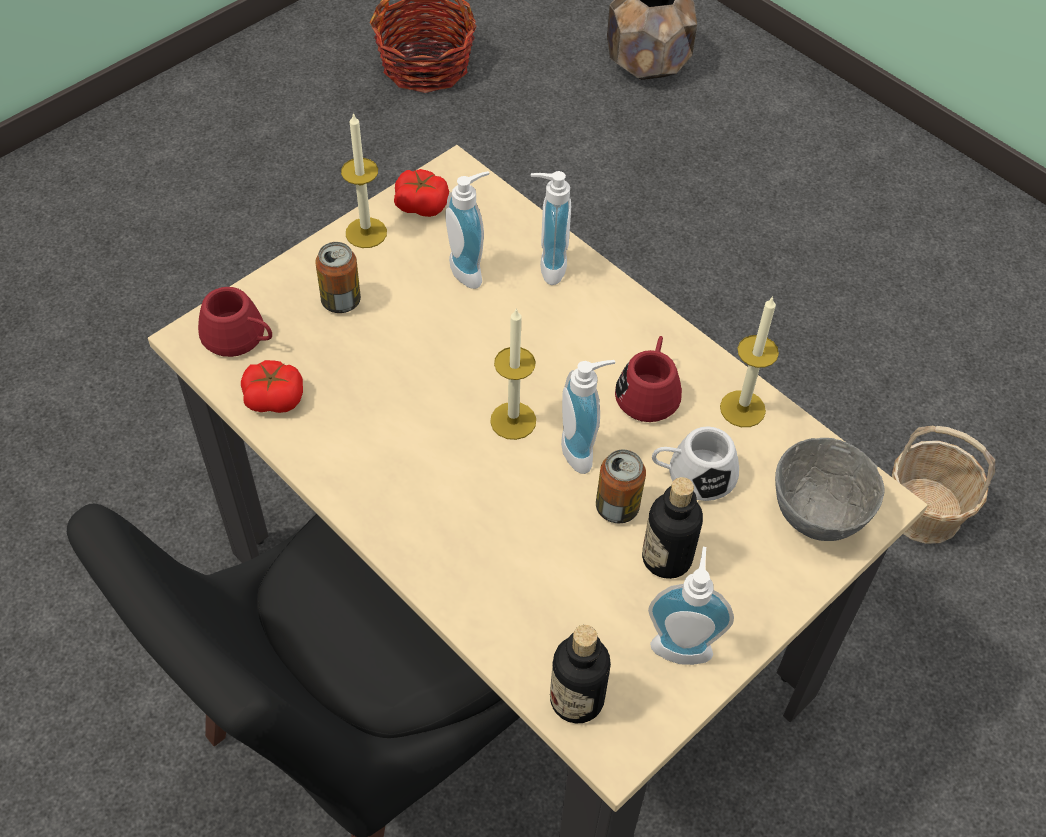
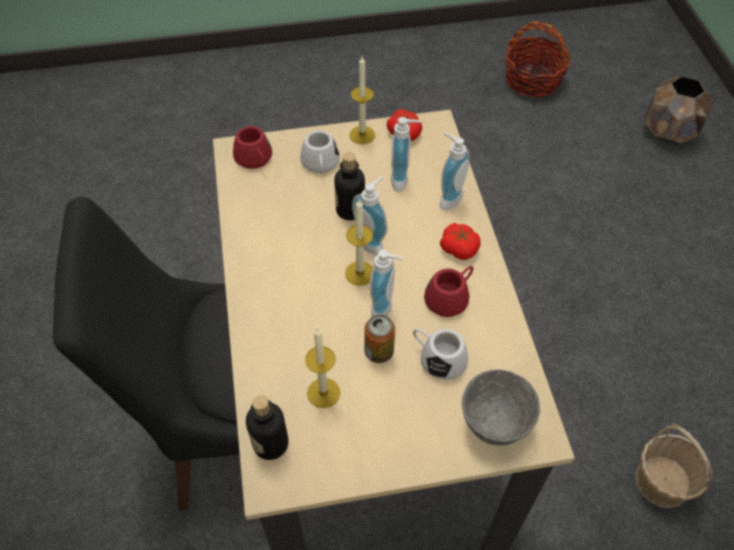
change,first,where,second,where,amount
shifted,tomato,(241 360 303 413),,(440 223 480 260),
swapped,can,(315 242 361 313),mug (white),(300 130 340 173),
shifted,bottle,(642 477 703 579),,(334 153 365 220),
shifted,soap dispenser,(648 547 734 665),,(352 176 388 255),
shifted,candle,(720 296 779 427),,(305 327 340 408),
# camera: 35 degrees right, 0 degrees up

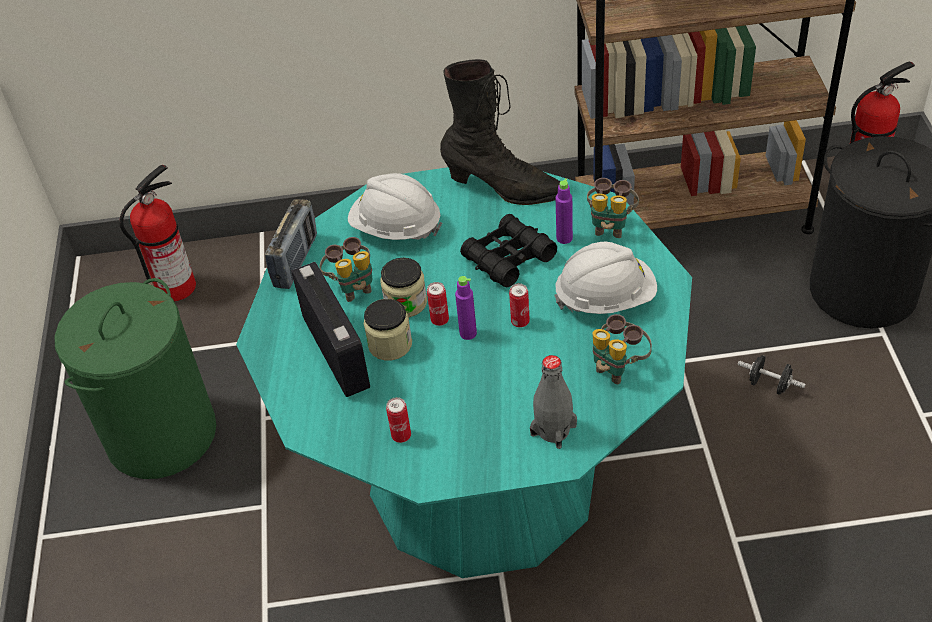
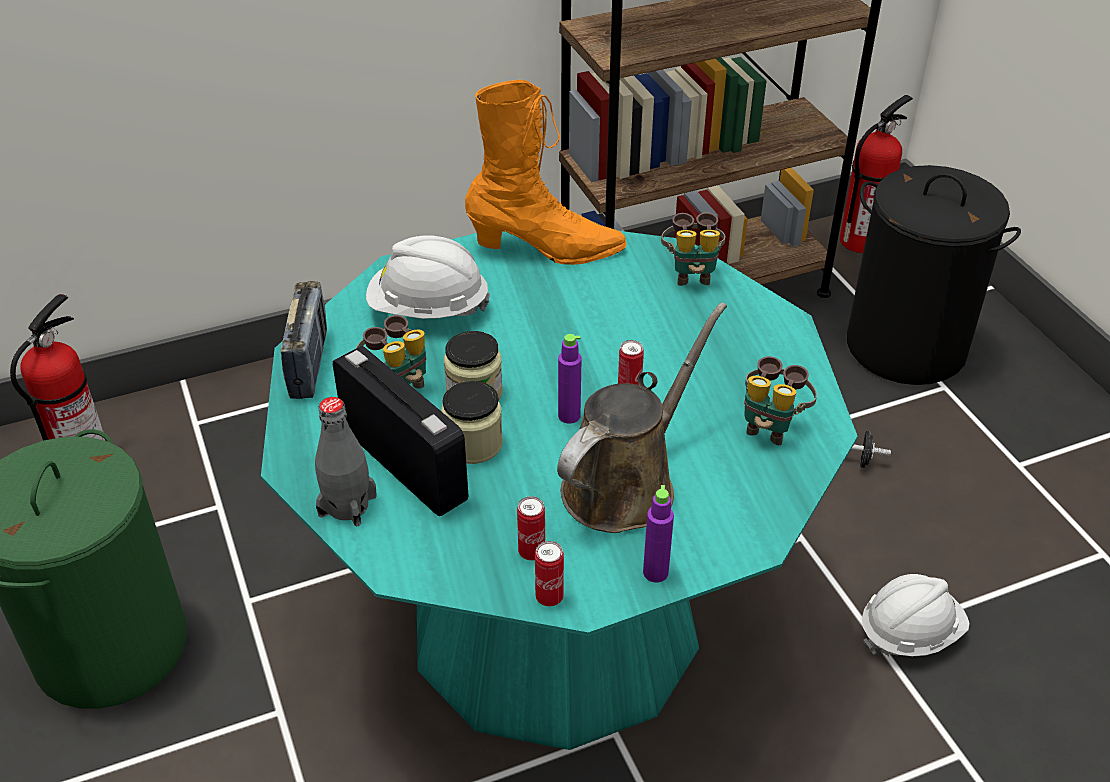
change,first,where,second,where,amount
shifted,can,(427 282 449 326),,(535 541 564 607),
repainted,boot (black),(440 59 560 205),boot (orange),(465 80 627 265),
gone,binoculars (black),(460 214 557 287),,,
shifted,bottle (grey),(530 355 577 449),,(315 397 377 526),
shifted,hard hat (white),(554 242 657 314),,(862 574 970 656),
shifted,bottle (purple),(556 178 573 244),,(643 485 674 583),
new,,,watering can (brown),(557 303 727 533),
# camera: 20 degrees left, 5 degrees down

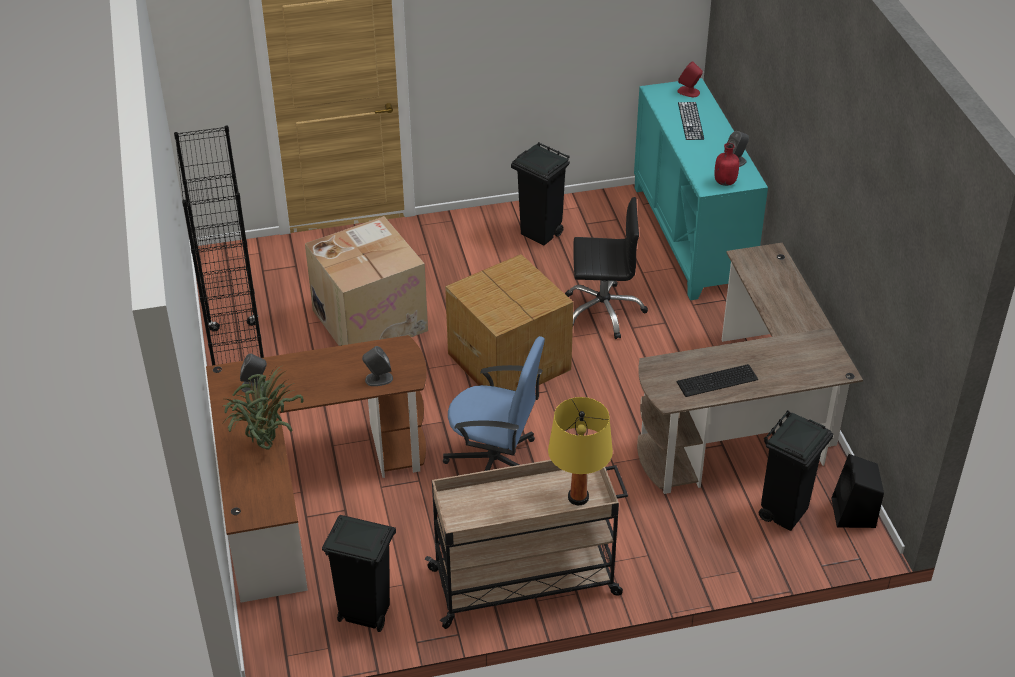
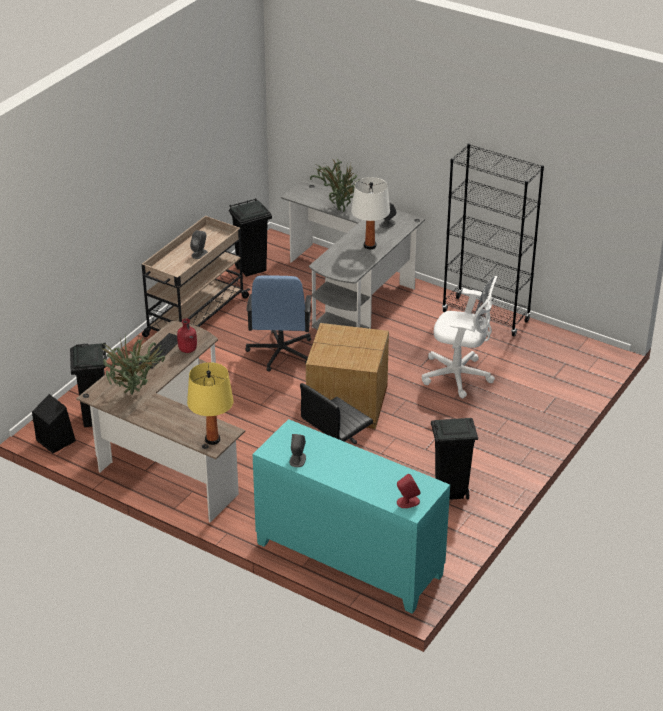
change,first,where,second,where,amount
repainted,desk (brown),(206 335 427 602),desk (grey),(281 180 425 330),
swapped,cardboard box,(305 216 428 346),office chair (white),(422 276 497 398),
shifted,speaker (grey),(362 346 393 386),,(190 230 208 259),
rotated,office chair (blue),(442 336 545 471),,(246 275 312 372),60 degrees counterclockwise
shifted,table lamp (yellow),(548 397 613 505),,(187 362 234 445),
gone,keyboard,(678 102 704 140),,,
shifted,bottle (red),(715 143 739 186),,(177 319 197 353),
new,,,potted plant,(99 334 165 395),
new,,,table lamp (white),(351 177 390 249),
# camera: 135 degrees right, 5 degrees down

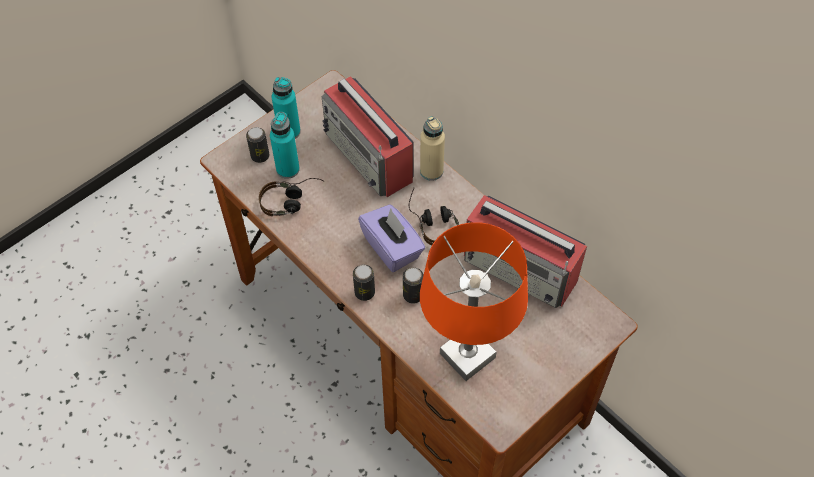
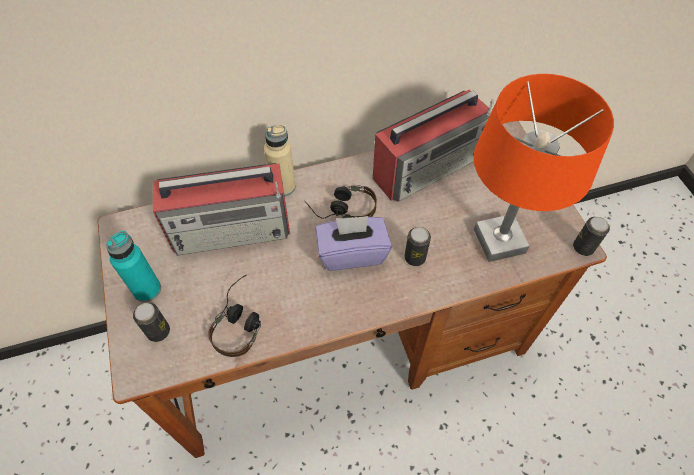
change,first,where,second,where,amount
gone,bottle (turquoise),(270 112 300 179),,,
shifted,can,(353 265 375 301),,(573 217 610 256),
# camera: 65 degrees left, 0 degrees up

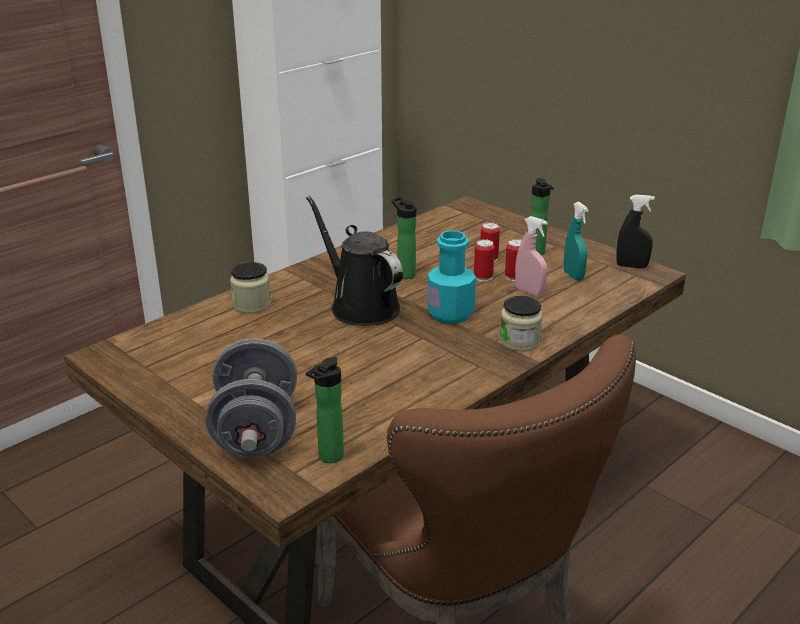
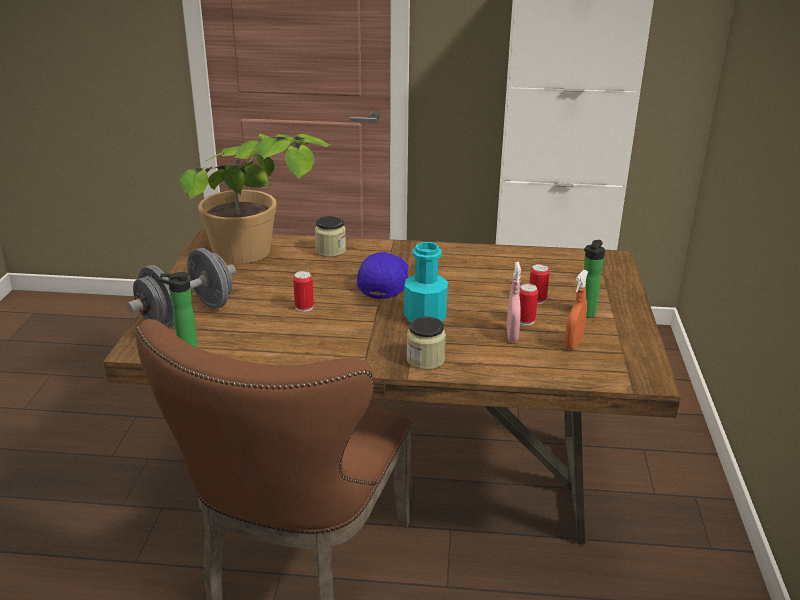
change,first,where,second,where,amount
swapped,watering can (black),(306 196 403 326),cap (blue),(357 252 409 299),
gone,bottle,(392 197 416 279),,,
shifted,can,(474 239 495 282),,(293 271 314 312),
repainted,spray bottle (turquoise),(564 202 589 281),spray bottle (orange),(565 270 588 350),
gone,spray bottle (black),(616 195 655 268),,,
new,,,potted plant,(180 134 331 264),
# camera: 50 degrees right, 0 degrees up

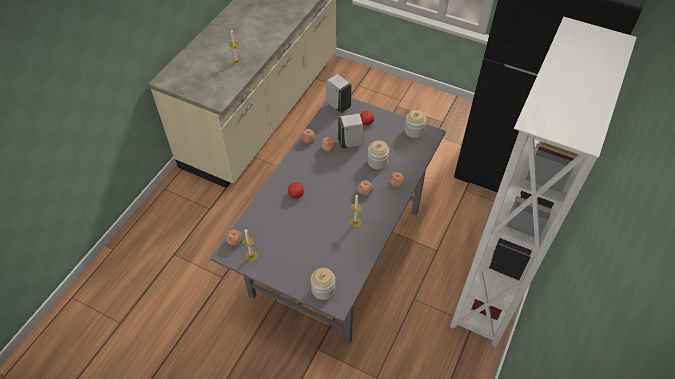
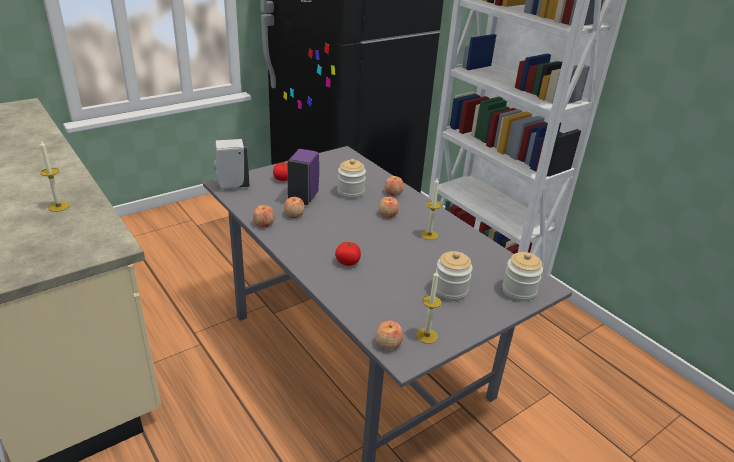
change,first,where,second,where,amount
repainted,soap dispenser (white),(338 113 364 149),soap dispenser (purple),(287 149 319 205),
shifted,jar,(405 110 426 138),,(436 251 473 301),
# camera: 65 degrees left, 20 degrees down

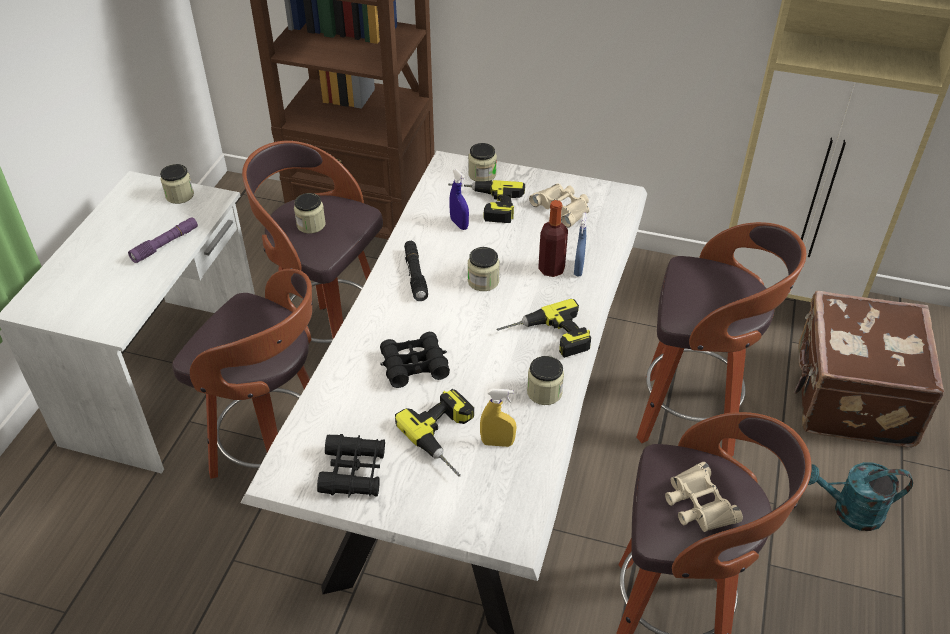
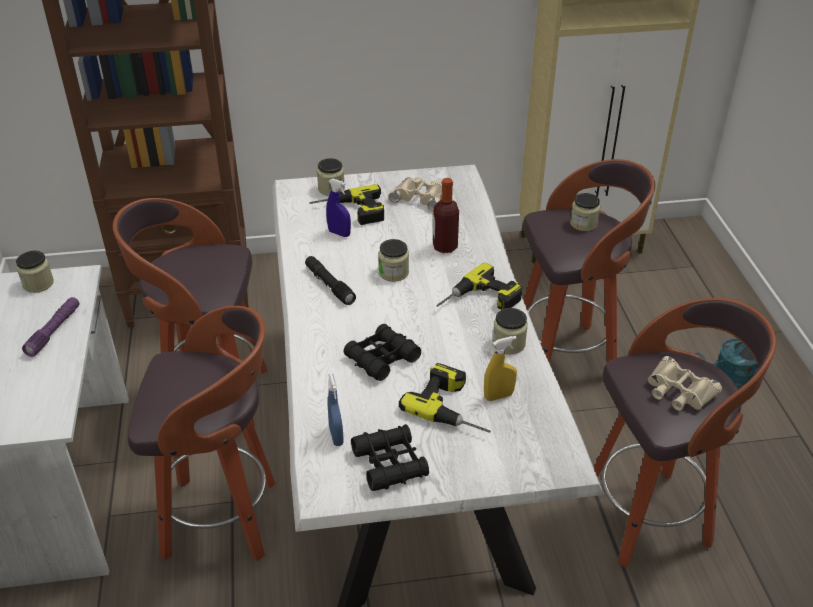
change,first,where,second,where,amount
shifted,jar,(294 193 326 234),,(570 193 600 231),
shifted,spray bottle (blue),(574 213 587 276),,(327 373 344 446),
gone,suitcase (brown),(794 291 944 448),,,
# camera: 25 degrees left, 5 degrees down

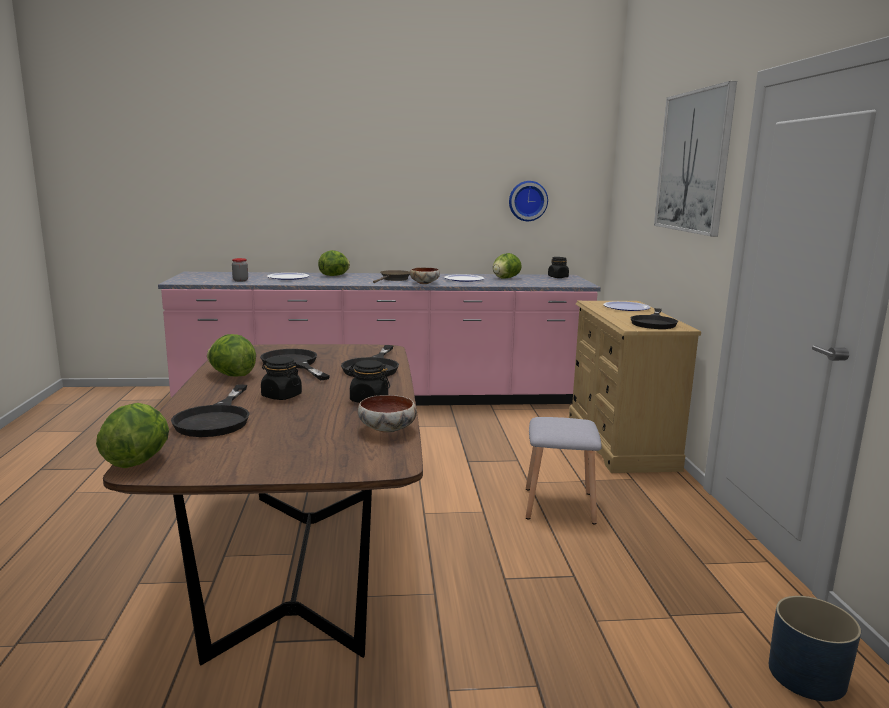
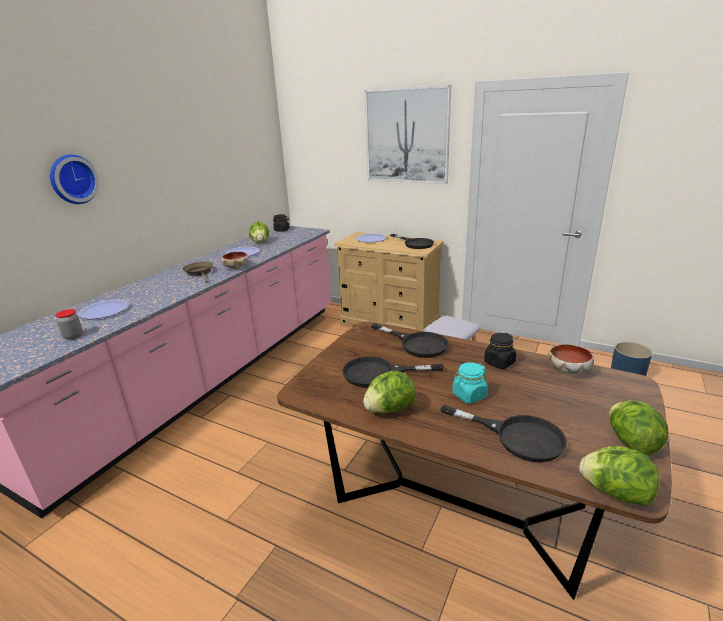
change,first,where,second,where,amount
repainted,jar (black),(261 357 302 400),jar (turquoise),(452 362 488 404),
shifted,lettuce,(318 250 350 276),,(609 400 668 456),
shifted,wall clock,(509 181 548 221),,(50 154 99 204),
# camera: 55 degrees left, 10 degrees up

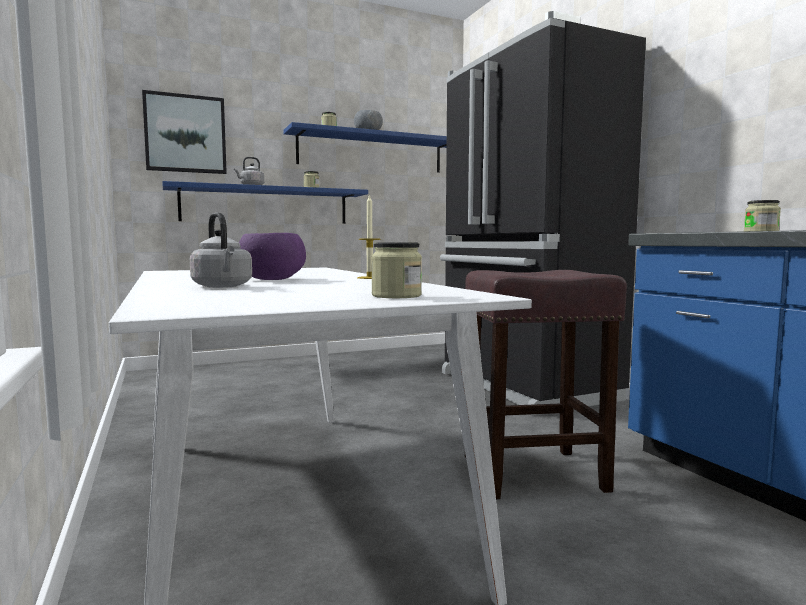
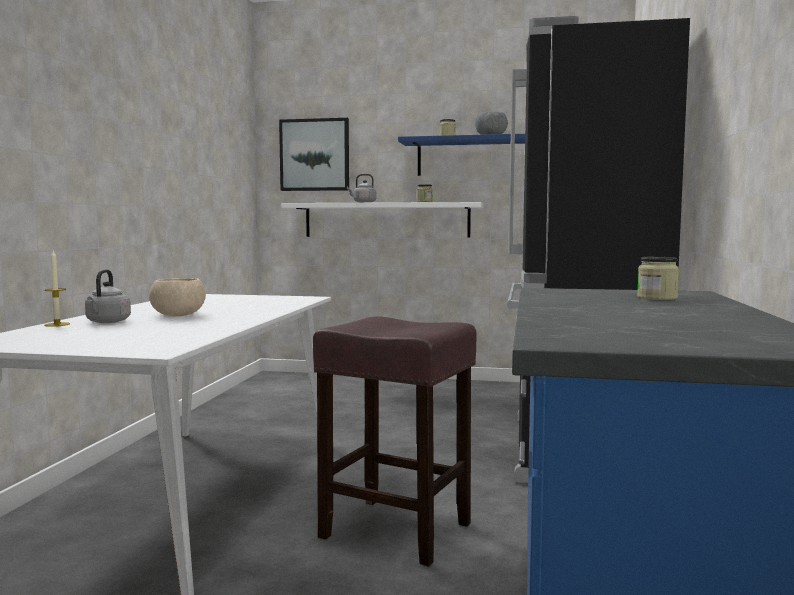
change,first,where,second,where,amount
repainted,shelf (blue),(162 181 368 224),shelf (white),(281 202 484 238),
repainted,bowl (purple),(239 233 306 280),bowl (beige),(149 278 206 316),
shifted,candle,(357 194 381 279),,(44 251 70 327),
gone,jar,(371 242 422 298),,,
# camera: 35 degrees right, 0 degrees up

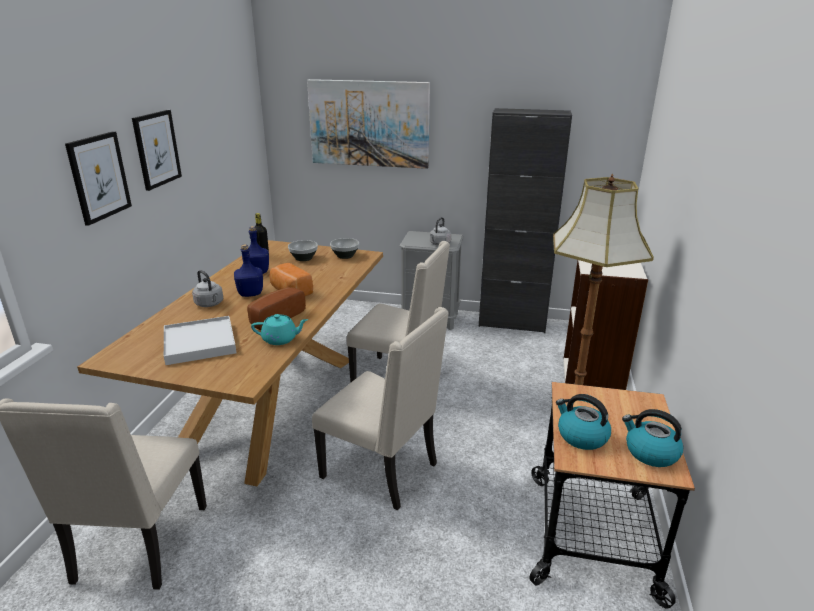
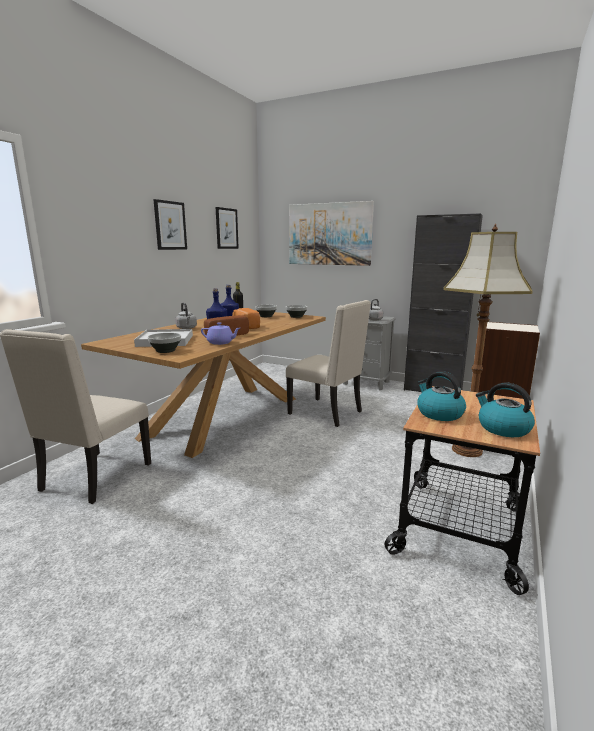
change,first,where,second,where,amount
shifted,picture,(65 131 132 226),,(216 207 239 249),
repainted,teapot (turquoise),(251 314 308 345),teapot (purple),(201 322 240 345),
gone,chair (beige),(312 307 449 510),,,
new,,,bowl,(148 333 181 353),
# camera: 15 degrees right, 10 degrees down

